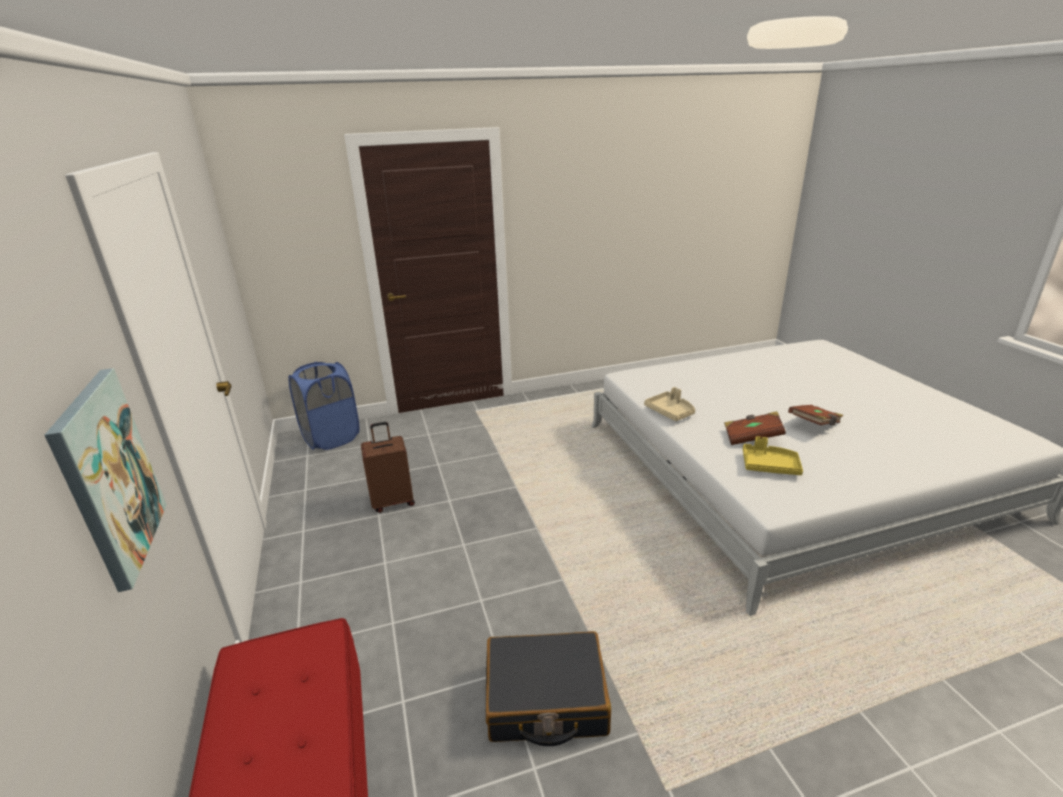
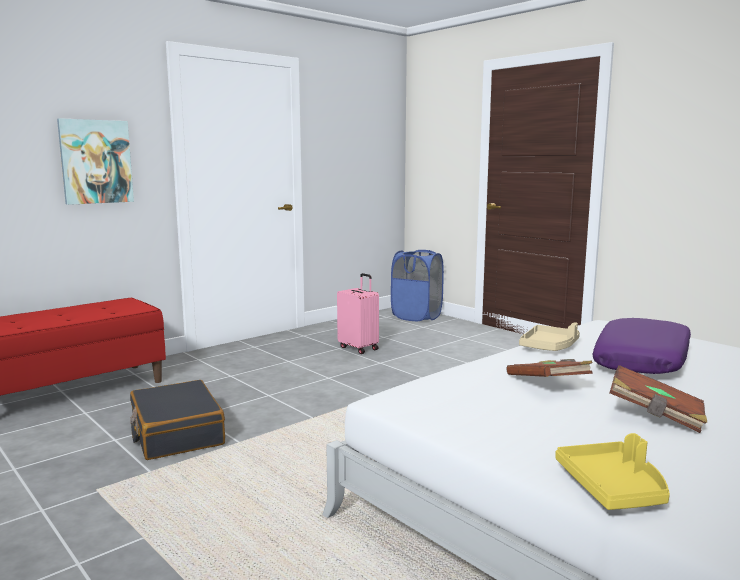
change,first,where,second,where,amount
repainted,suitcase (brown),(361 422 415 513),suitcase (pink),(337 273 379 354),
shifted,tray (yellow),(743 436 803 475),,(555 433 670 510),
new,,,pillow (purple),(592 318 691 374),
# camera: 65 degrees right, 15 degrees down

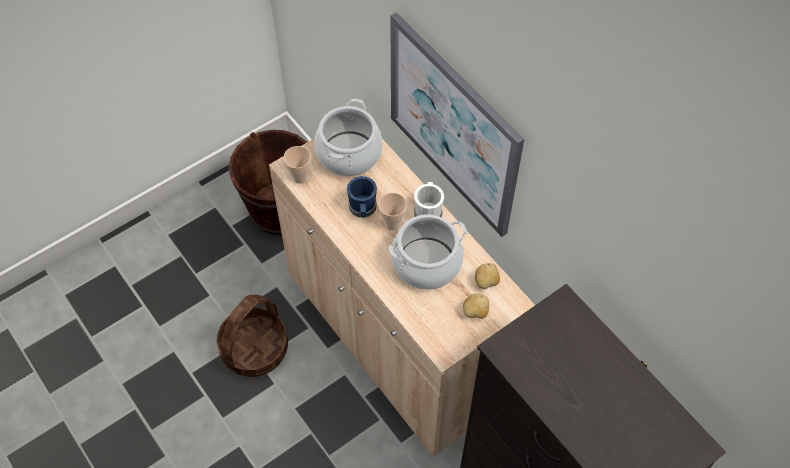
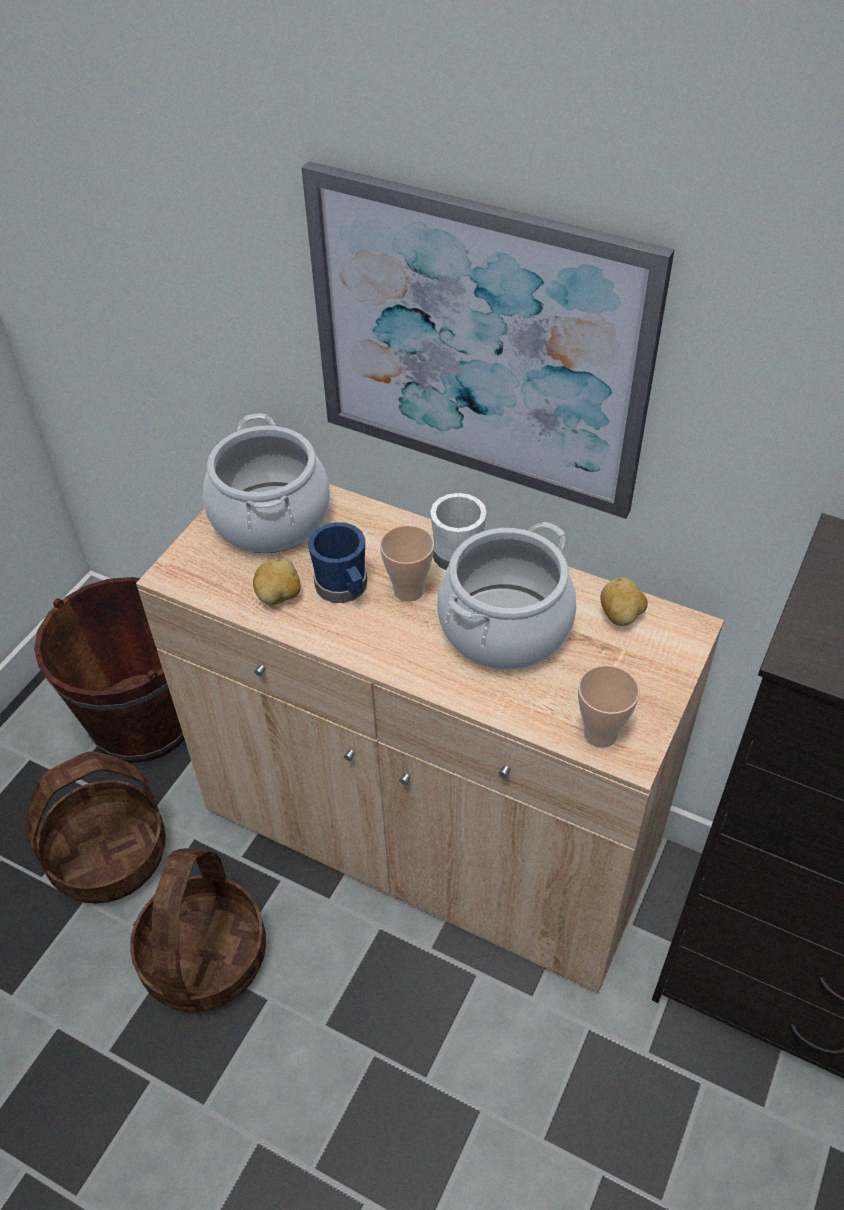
change,first,where,second,where,amount
shifted,cup,(284 146 311 184),,(578 665 640 748),
shifted,potato,(463 294 489 319),,(253 559 301 605),
new,,,basket,(24 752 166 904),
# camera: 25 degrees left, 10 degrees down

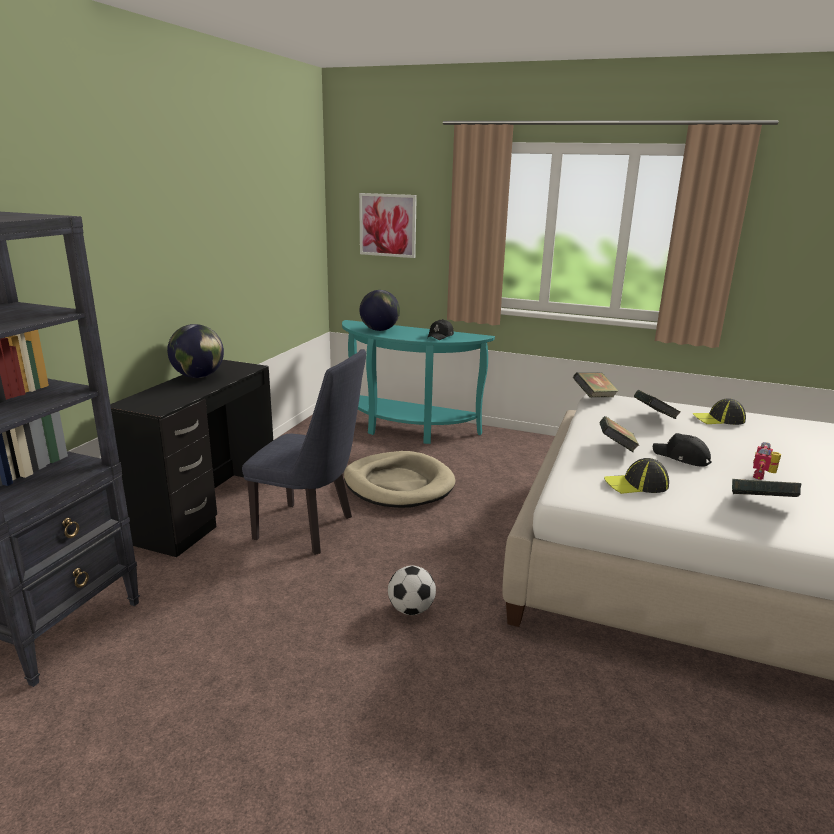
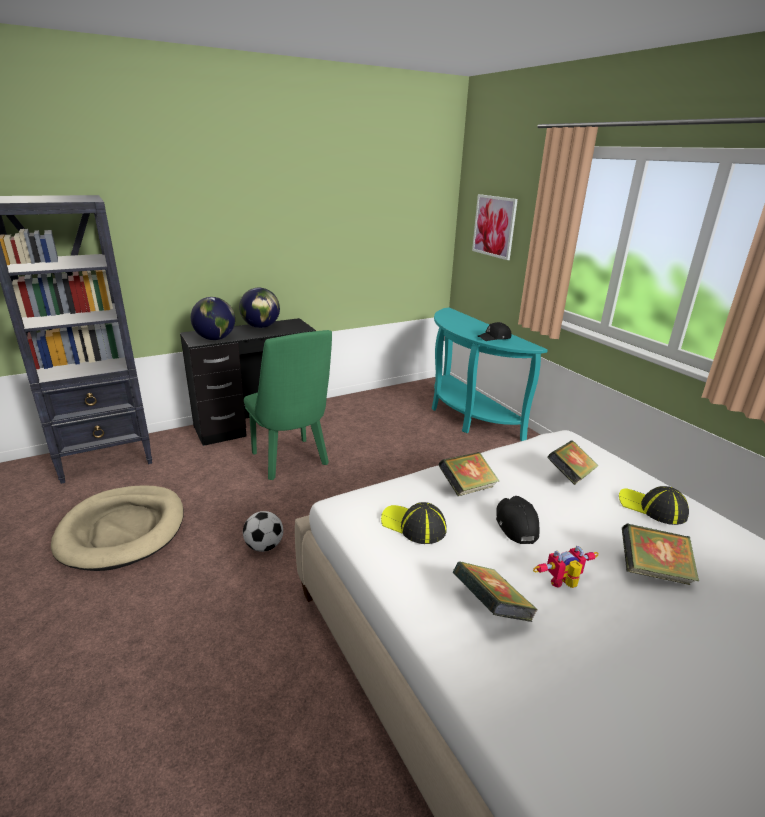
change,first,where,second,where,amount
repainted,chair (blue),(242 349 366 555),chair (green),(244 330 332 480),
shifted,dog bed (beige),(344 451 456 508),,(51 485 184 571),
shifted,globe,(360 290 400 331),,(191 297 235 340),
shifted,book,(573 372 619 397),,(622 524 699 585),
# camera: 40 degrees right, 5 degrees up

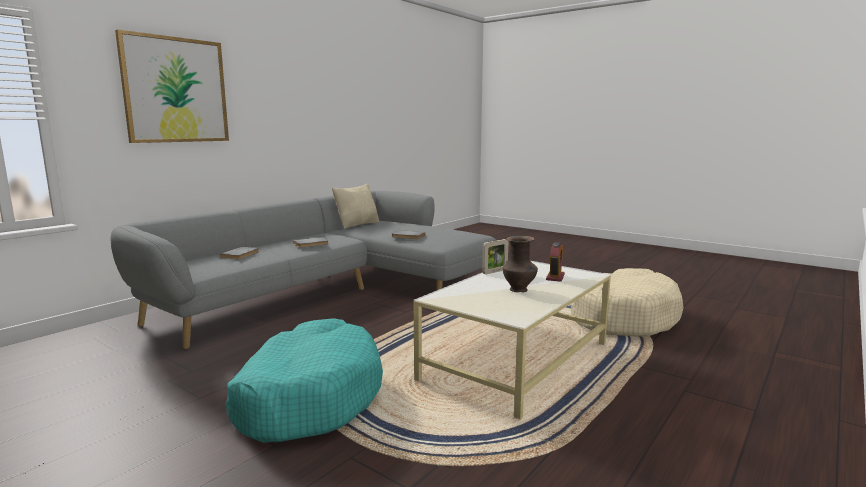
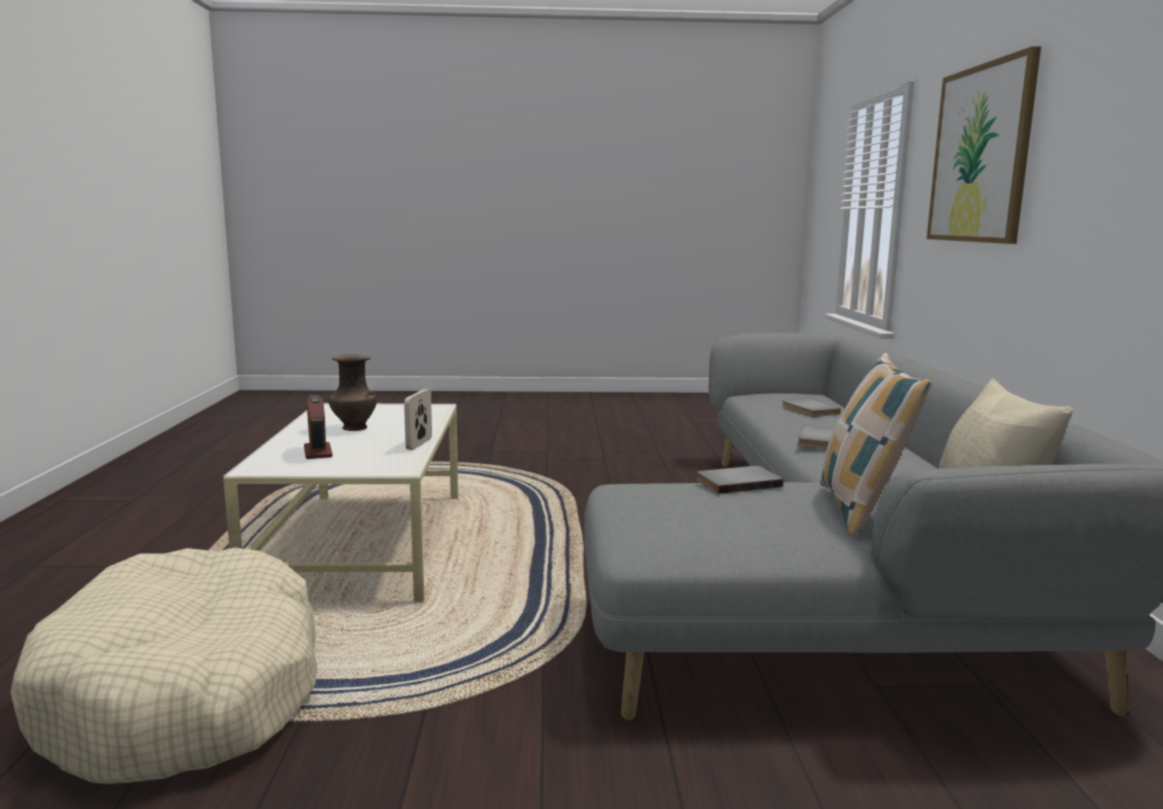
change,first,where,second,where,amount
gone,dog bed (turquoise),(225 318 383 443),,,
new,,,pillow,(820 353 932 537),
# camera: 140 degrees right, 0 degrees up

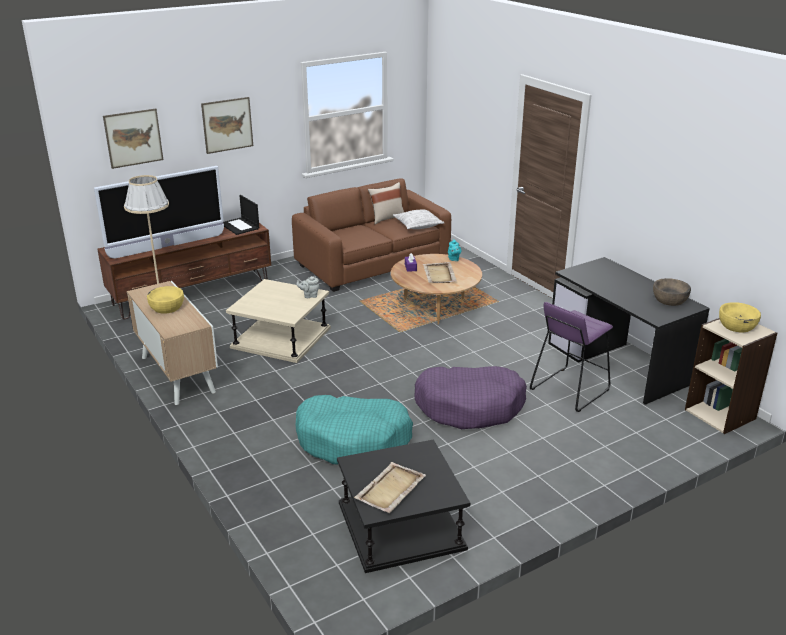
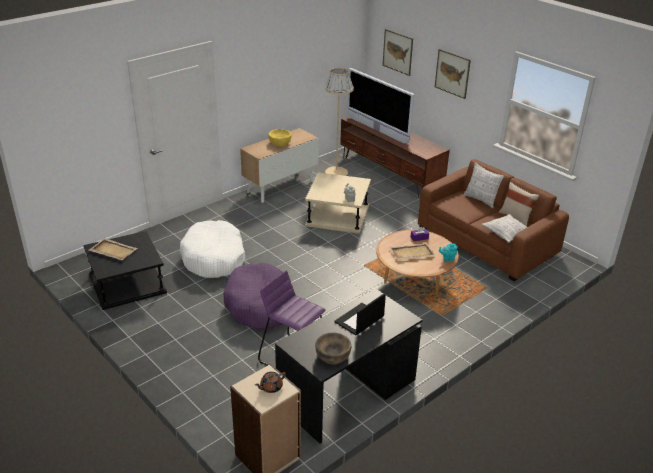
change,first,where,second,where,amount
shifted,laptop,(223 195 259 235),,(334 293 386 335),
repainted,dog bed (turquoise),(296 395 413 464),dog bed (white),(180 220 246 278),
swapped,bowl (yellow),(719 302 761 332),teapot (brown),(255 372 286 393),
new,,,pillow,(464 163 504 208),
# camera: 80 degrees right, 5 degrees up

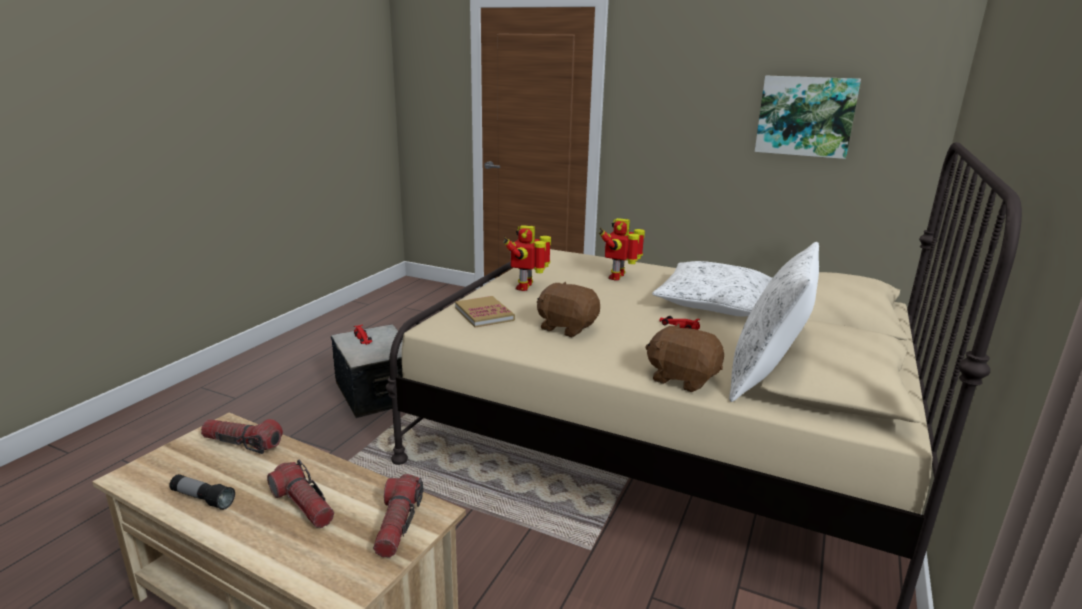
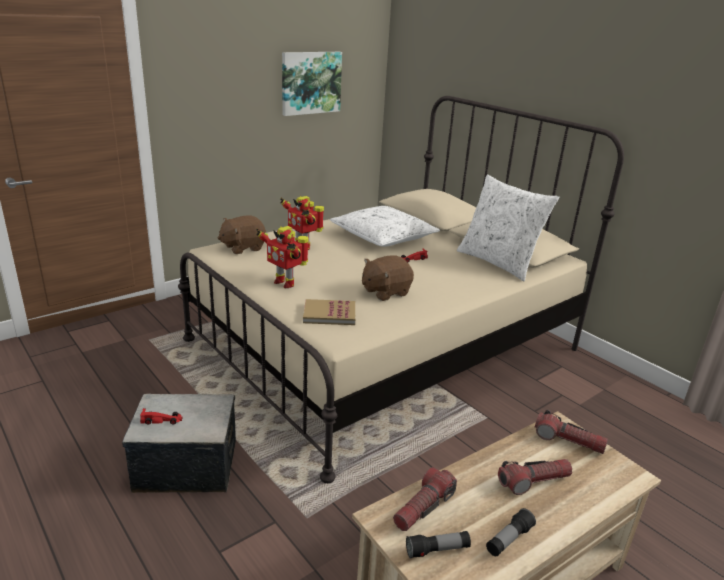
change,first,where,second,where,amount
shifted,plush toy (brown),(645 323 724 392),,(218 215 266 254),
new,,,flashlight,(406 531 471 559),
# camera: 65 degrees left, 5 degrees up

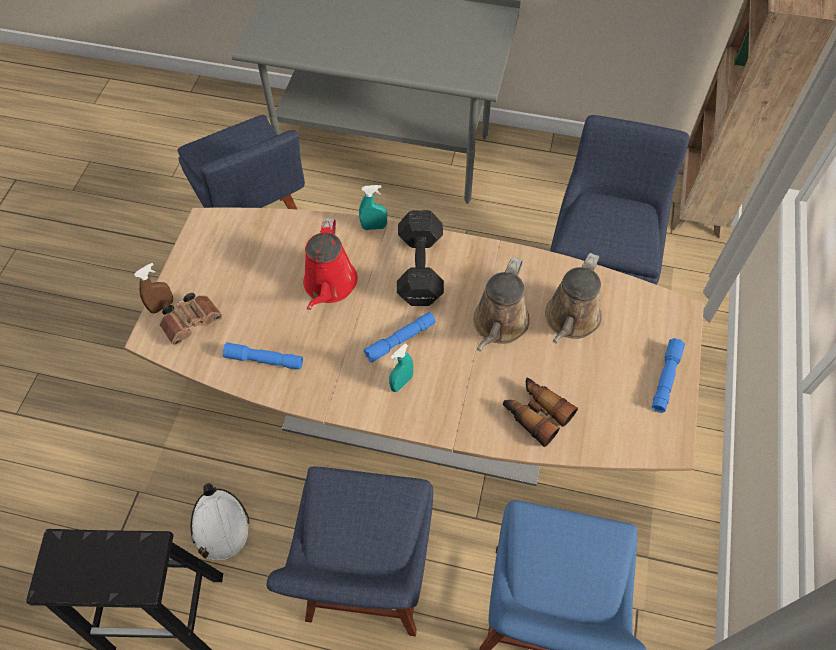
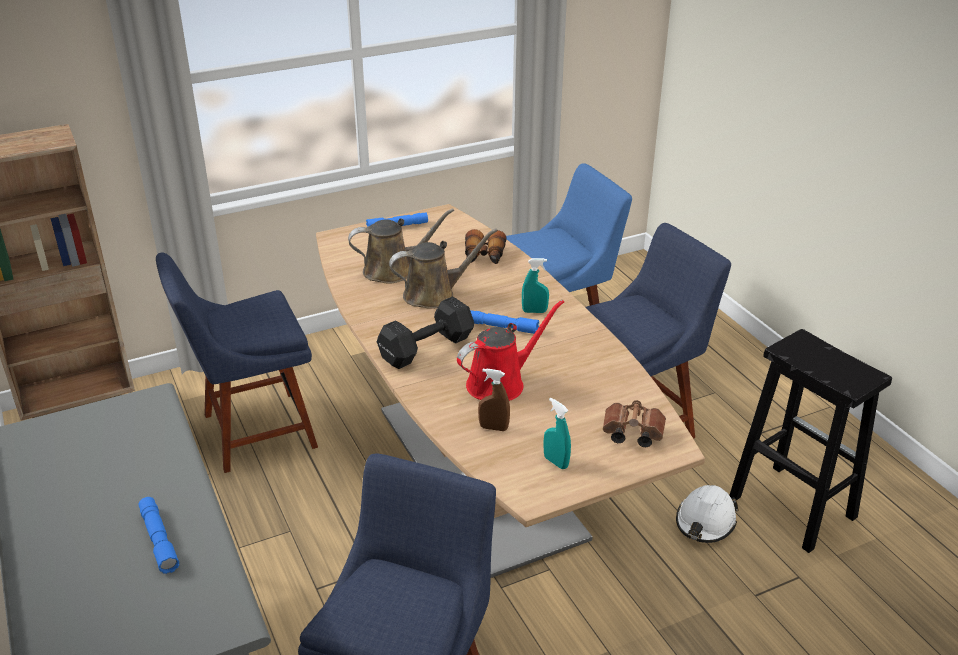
change,first,where,second,where,amount
shifted,spray bottle (brown),(134 263 173 314),,(478 369 510 431),
shifted,flashlight (blue),(223 342 303 370),,(139 497 179 574),
shifted,spray bottle (turquoise),(359 185 387 230),,(544 398 571 469),
# camera: 130 degrees left, 25 degrees down

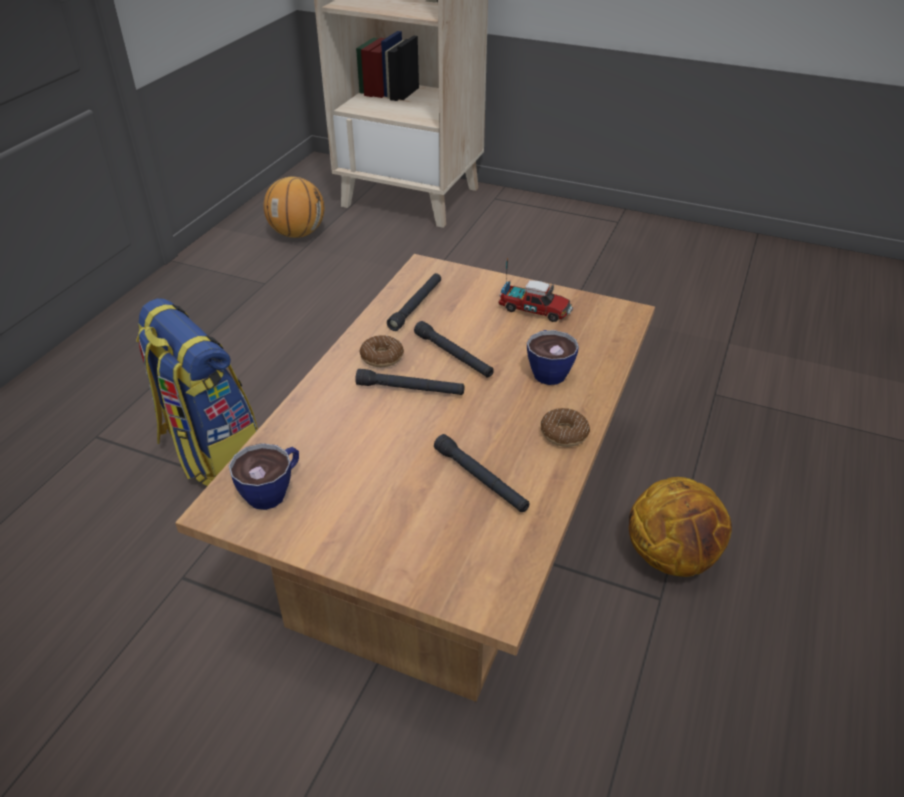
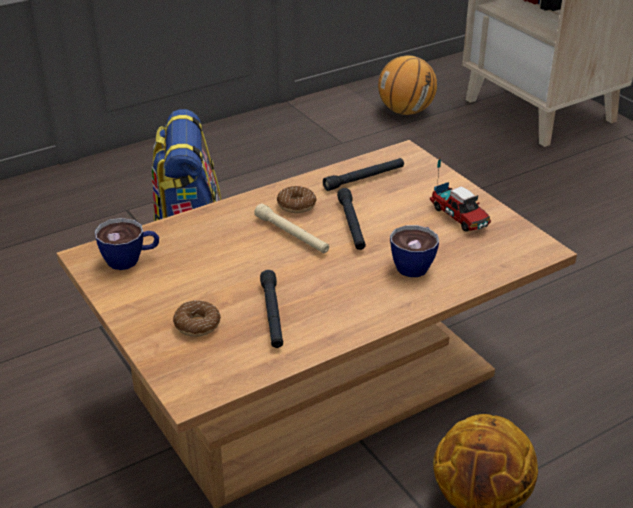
change,first,where,second,where,amount
repainted,flashlight (black),(355 369 465 395),flashlight (beige),(254 204 329 254),
shifted,donut,(541 408 590 447),,(173 300 221 337),
# camera: 35 degrees right, 5 degrees down

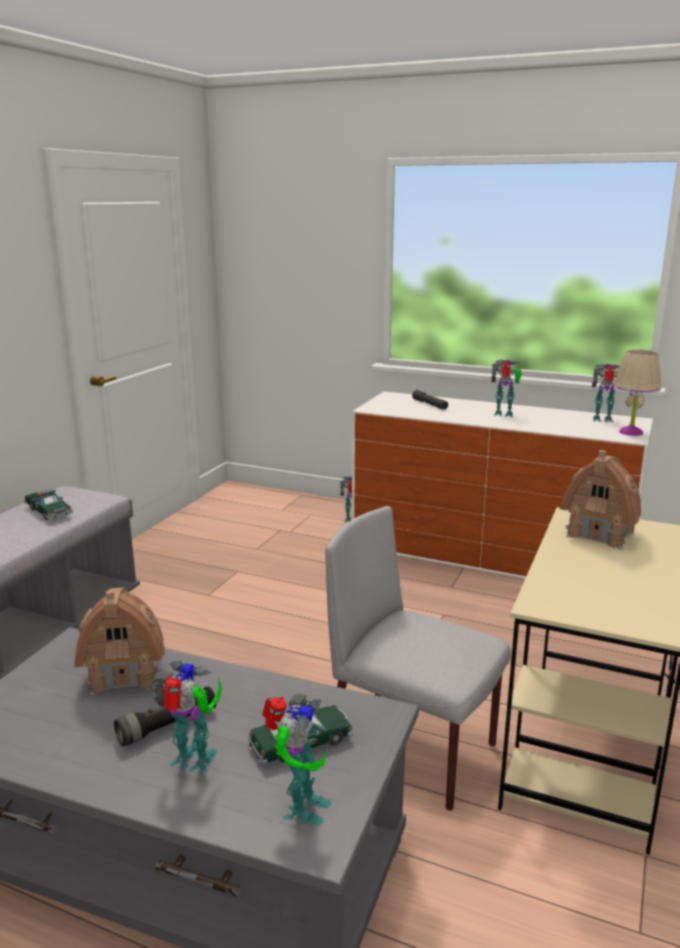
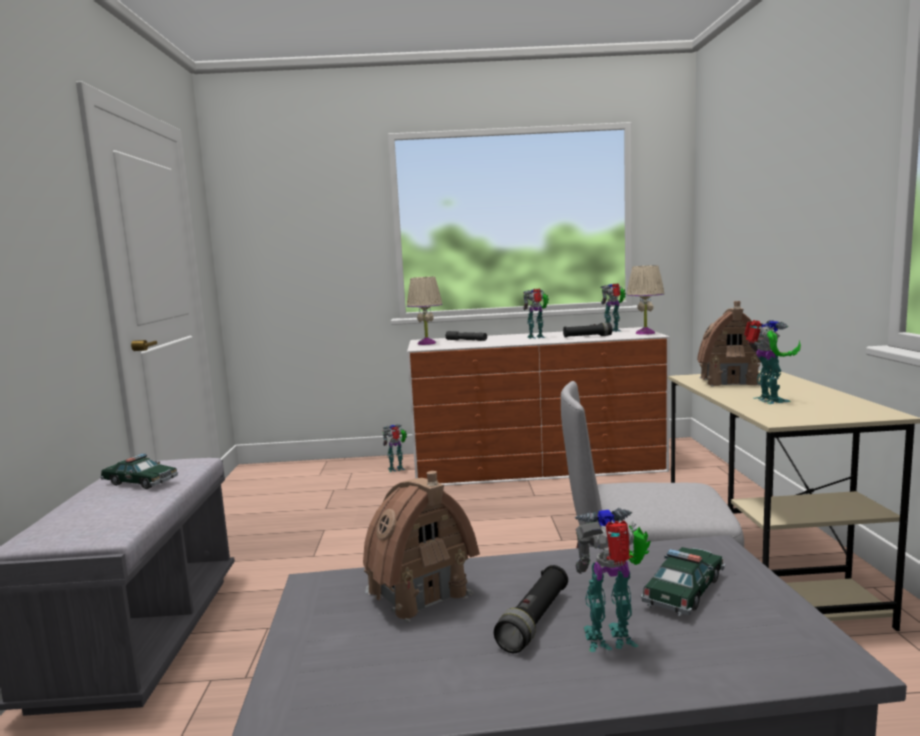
change,first,where,second,where,amount
shifted,toy robot,(262 694 332 825),,(744 320 801 404),
new,,,table lamp (beige),(407 277 443 345),
new,,,flashlight (black),(563 323 612 337),
# camera: 25 degrees left, 10 degrees down

